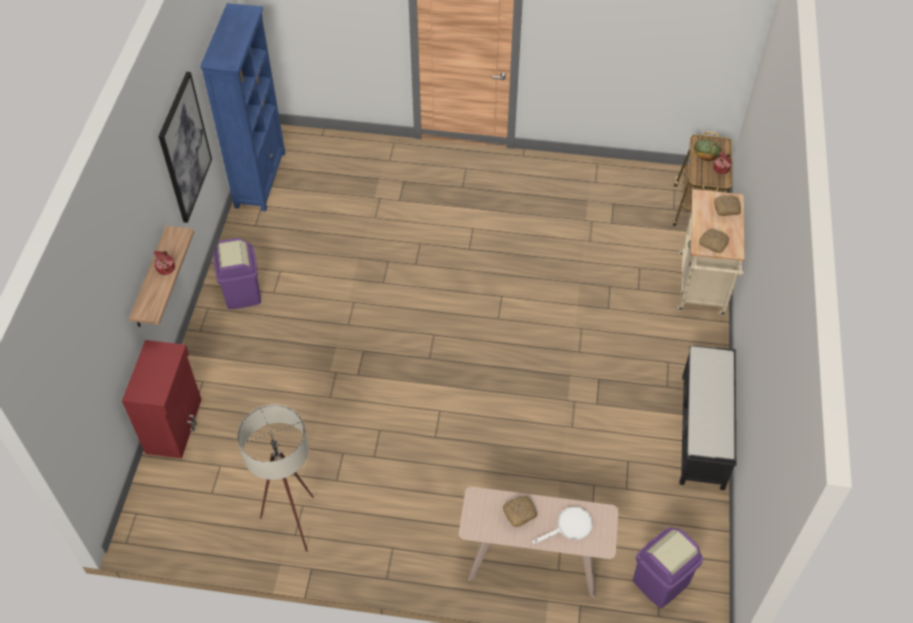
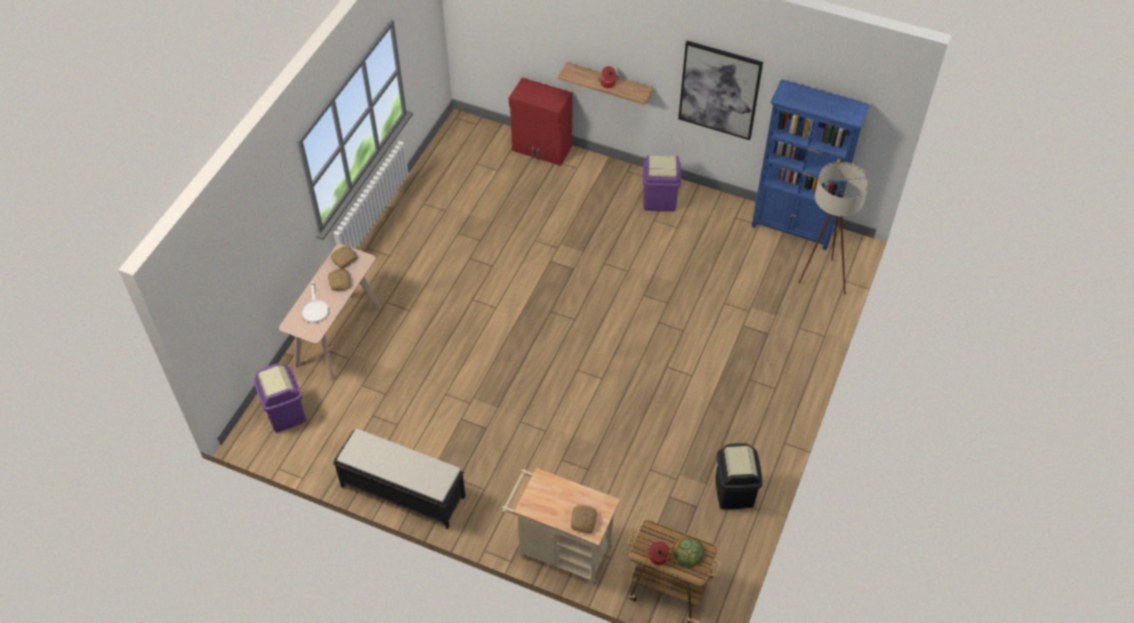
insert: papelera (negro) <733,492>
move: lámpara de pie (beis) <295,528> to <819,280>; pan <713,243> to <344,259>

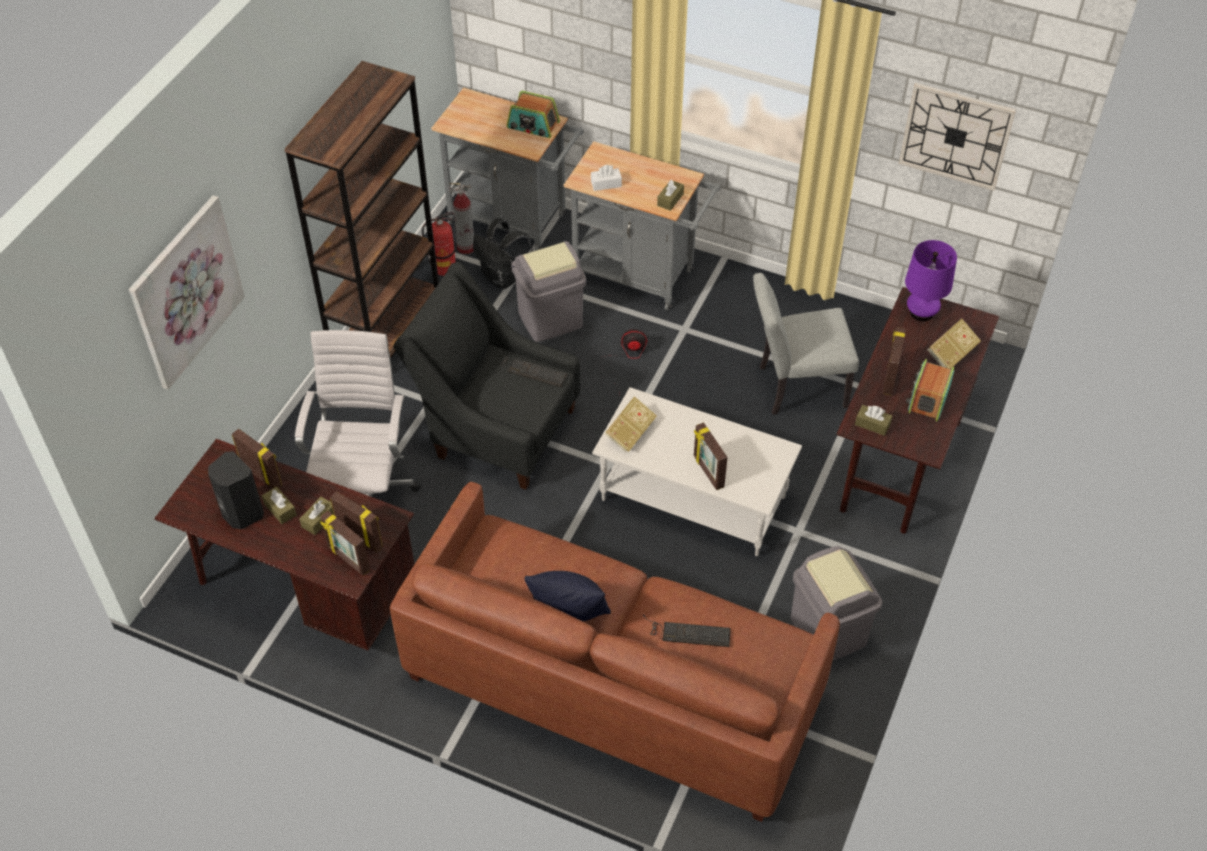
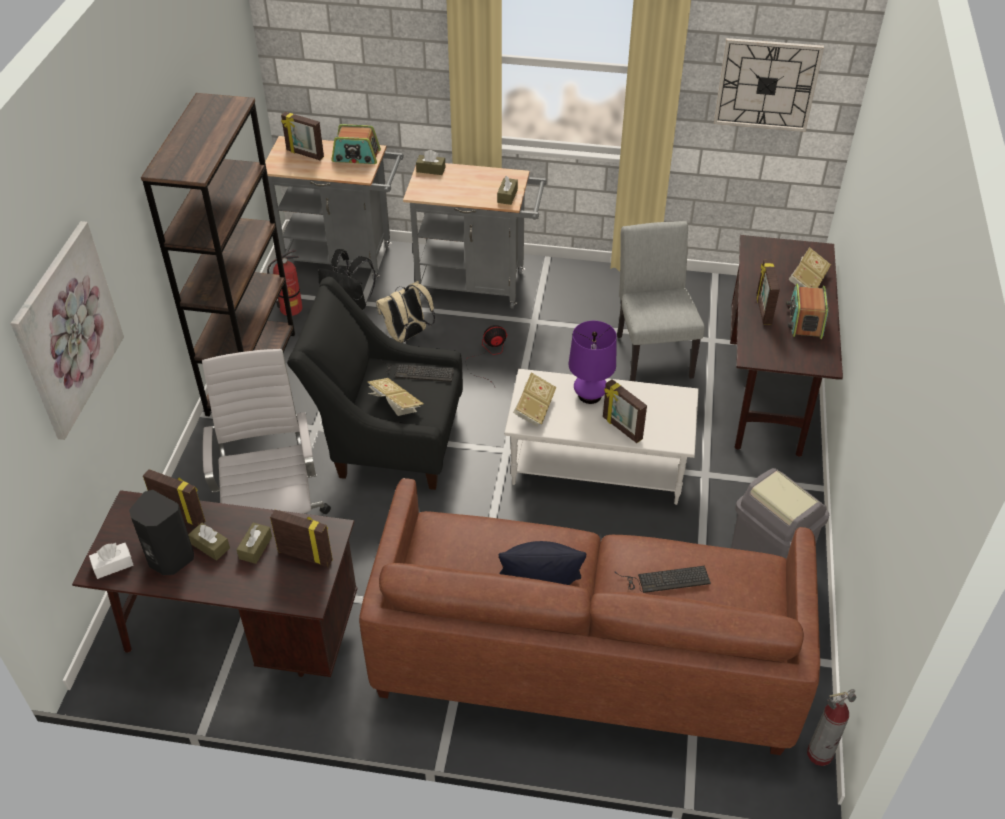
insert: libro <395,405>
move: portarretratos <348,559> to <304,154>; extintor <466,247> to <820,754>; caja de pañuelos (blanco) <606,184> to <113,565>; caja de pañuelos (marrón) <872,424> to <431,169>; lámpara de mesa (morado) <921,312> to <589,395>
replace: papelera (gris) <550,320> to mochila (beis) <407,335>
rotate: silla (gris) <795,387> = <652,351> 105 degrees clockwise

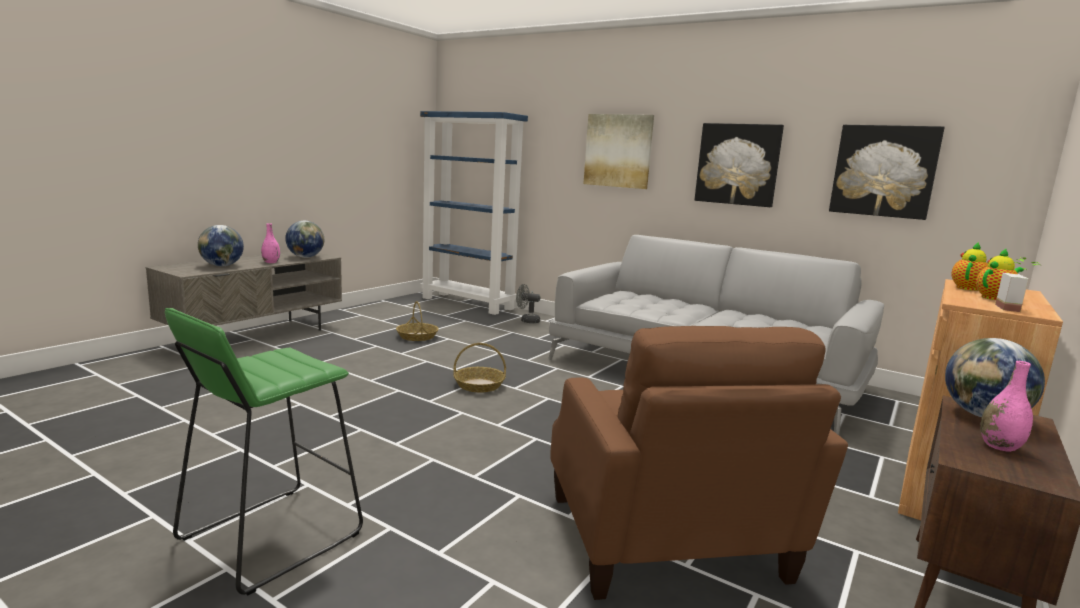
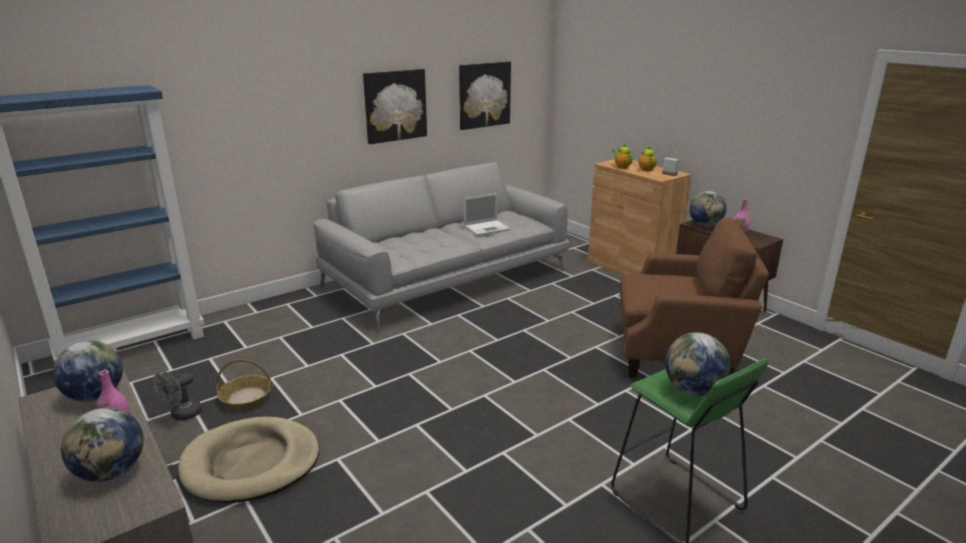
delete: cesta <479,385>; cuadro <618,151>
insert: cama para perro (beis) <251,464>; portátil <487,228>; globo terráqueo <693,390>
move: ventilador (gris) <527,321> to <182,415>

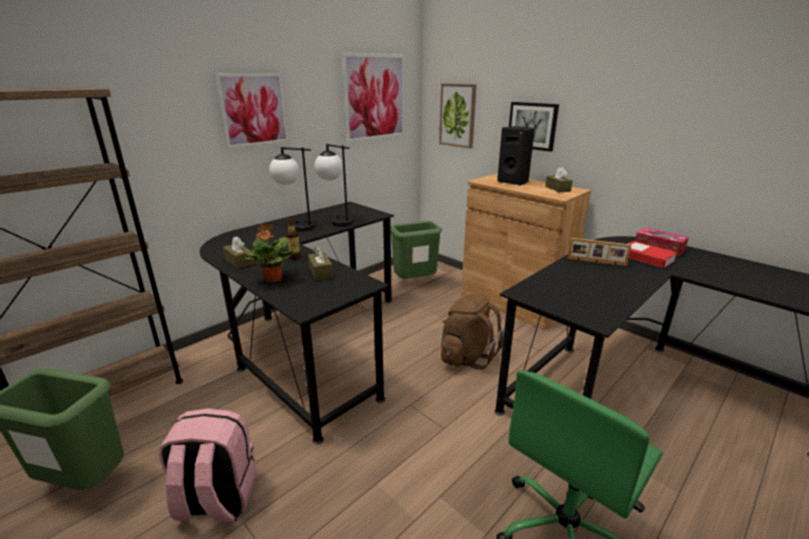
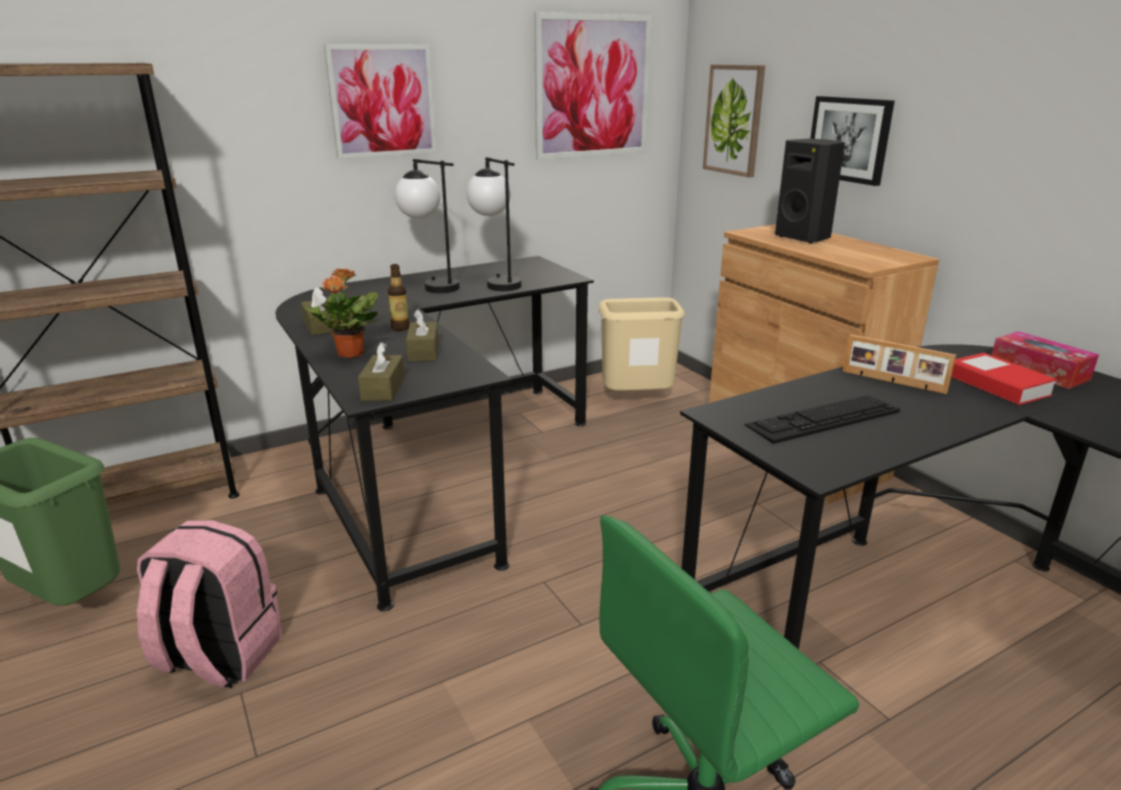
delete: mochila (marrón) <466,356>
insert: teclado <823,418>
move: caja de pañuelos (marrón) <557,189> to <383,389>
recolor: papelera (verde) <415,283> to papelera (beis) <637,401>

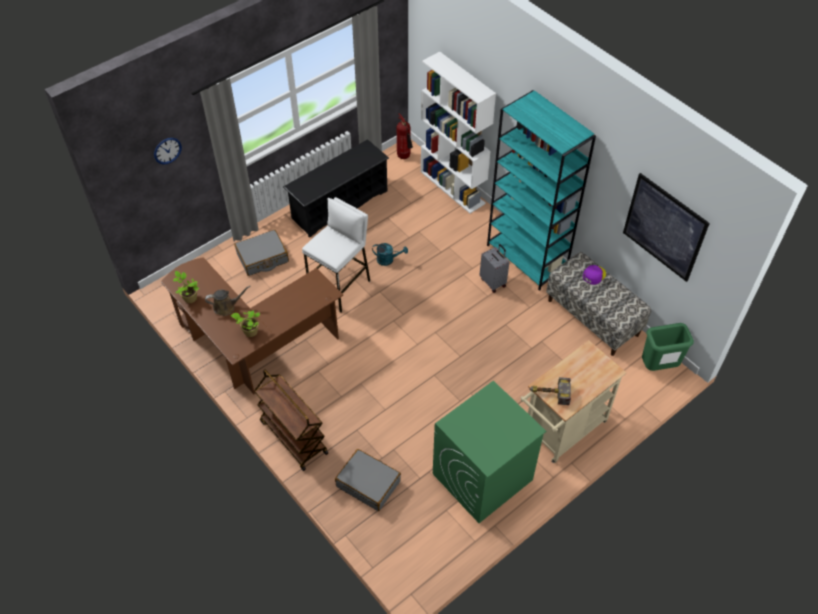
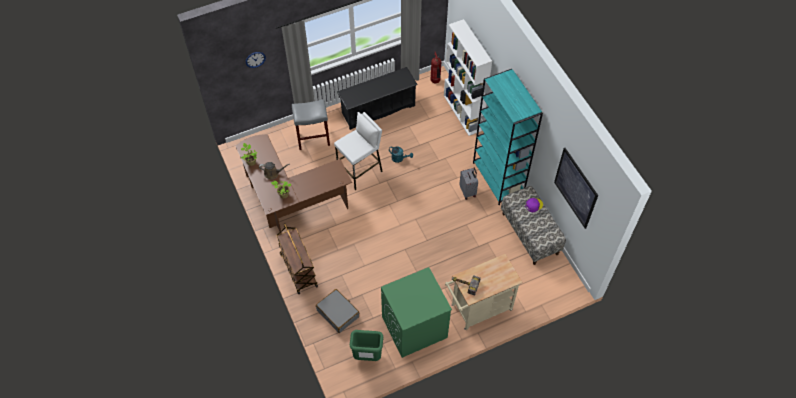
move: papelera (verde) <658,367> to <367,356>
replace: maleta (gris) <262,258> to taburete (gris) <313,138>

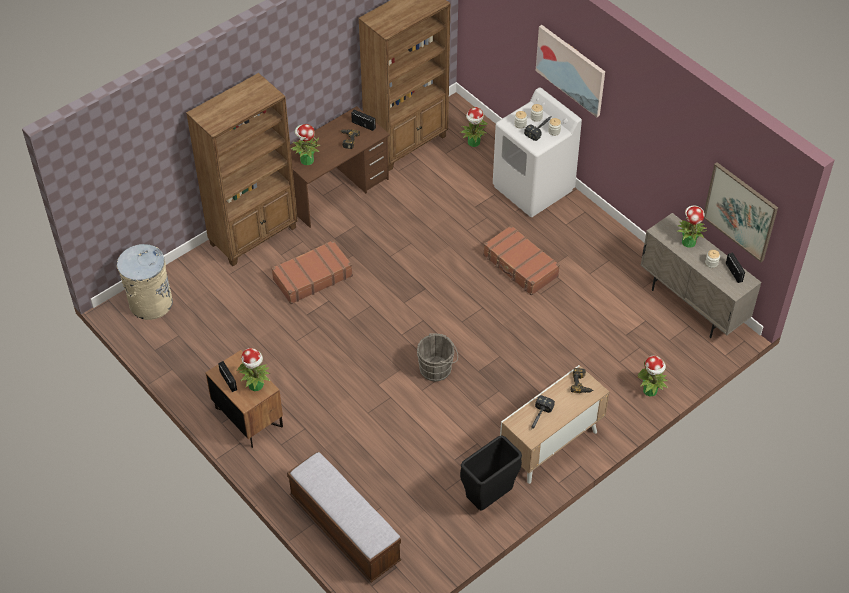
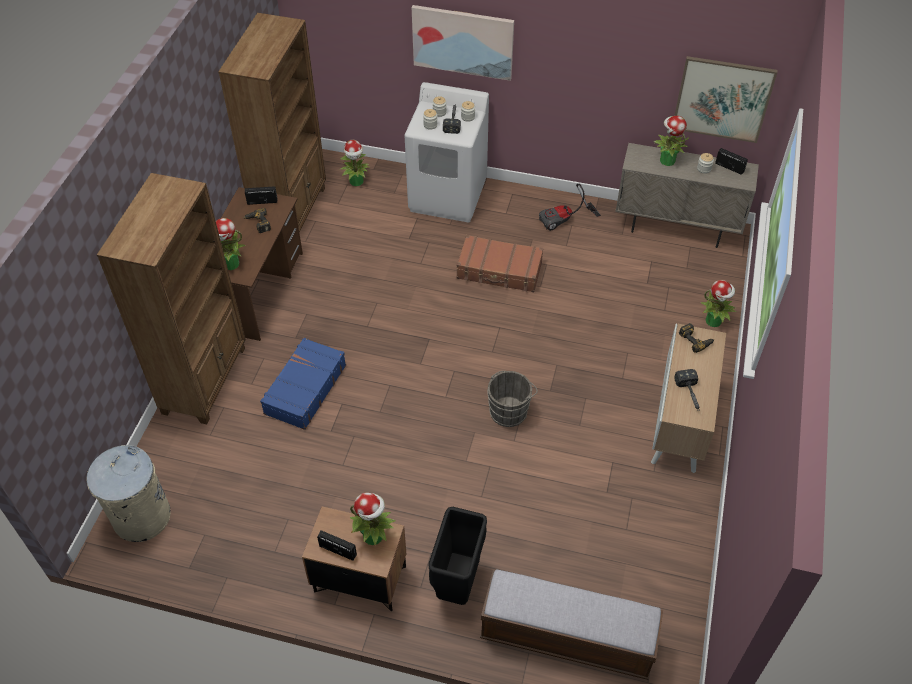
insert: aspiradora <565,221>
move: papelera (negro) <489,498> to <458,584>
recolor: maleta (marrón) <312,277> to maleta (azul) <304,389>

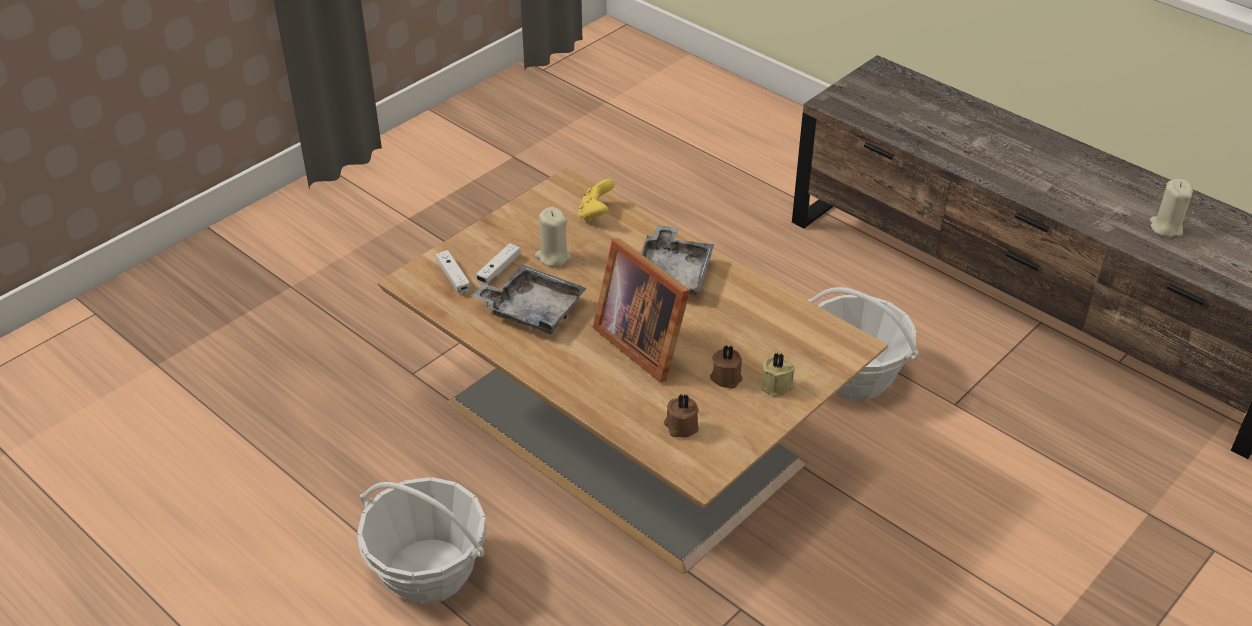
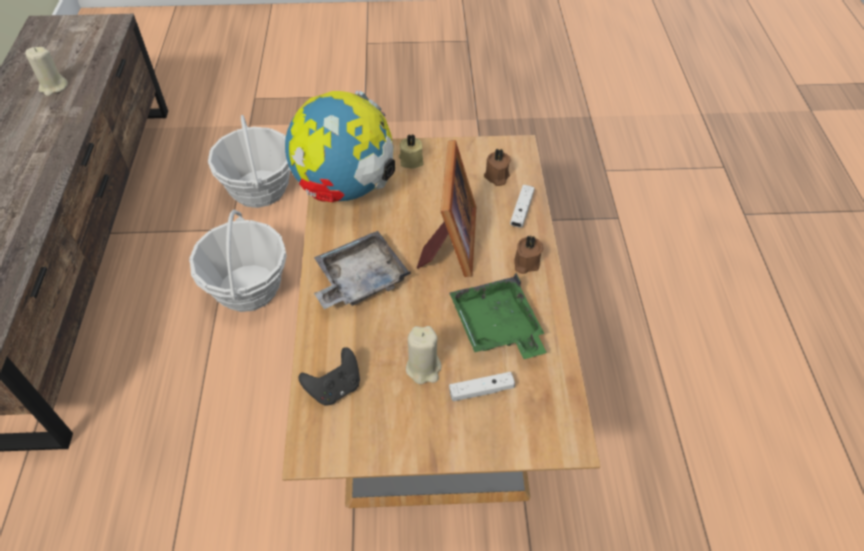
insert: globo terráqueo <345,188>
move: cesta <428,571> to <259,188>; mando de consola (blanco) <453,277> to <521,211>; vela (marrón) <726,377> to <525,263>
recolor: bandeja (gris) <532,310> to bandeja (verde) <496,327>; mando de consola (amarillo) <596,214> to mando de consola (negro) <335,388>

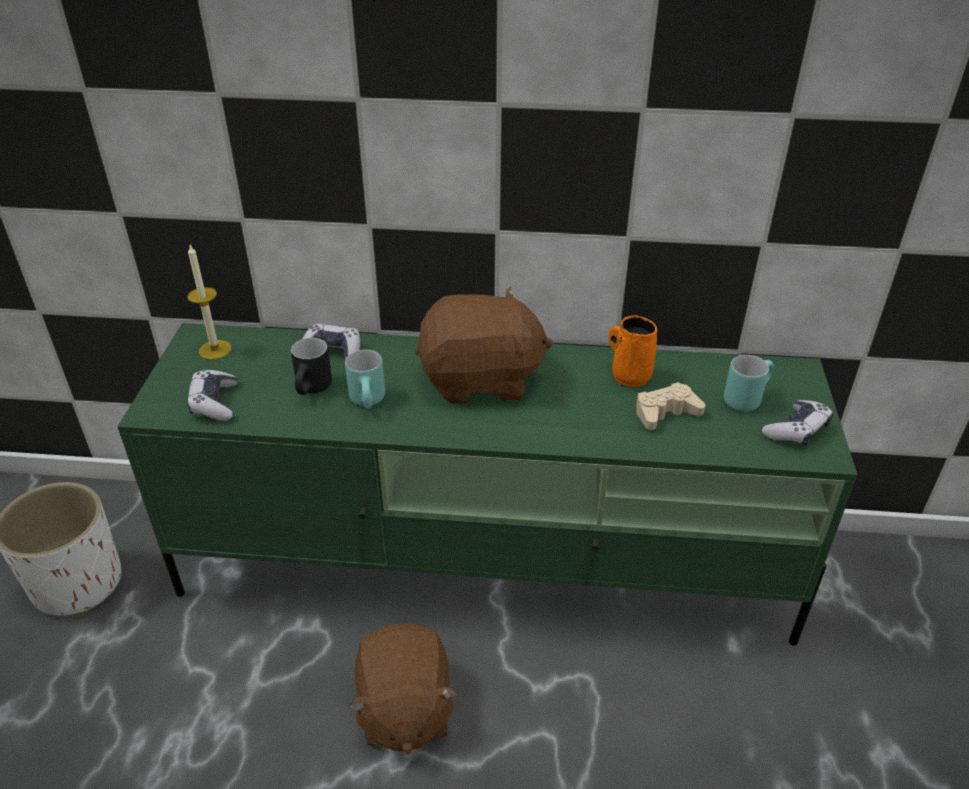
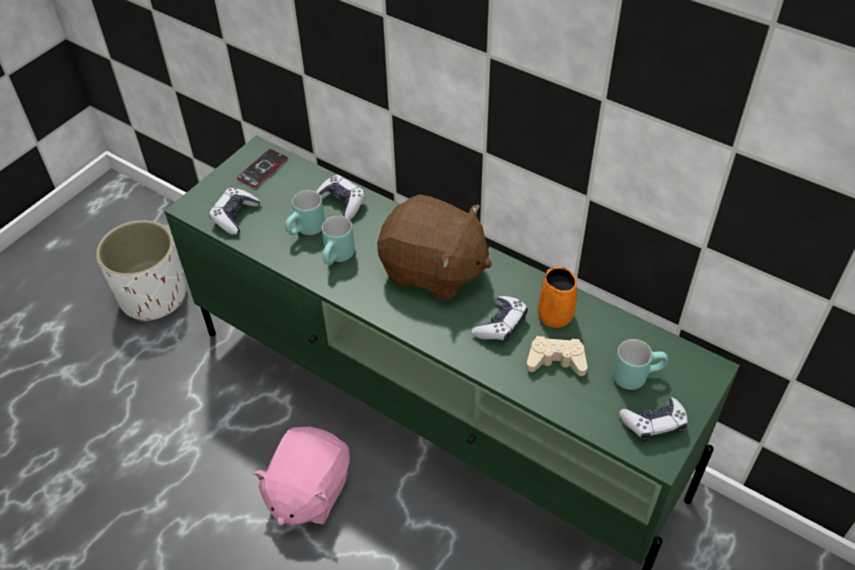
insert: mando de consola <500,325>
replace: vela <215,350> to móvil <262,169>
recolor: taza grande (negro) <314,390> to taza grande (turquesa) <307,231>; peluche (marrón) <404,709> to peluche (rosa) <308,491>

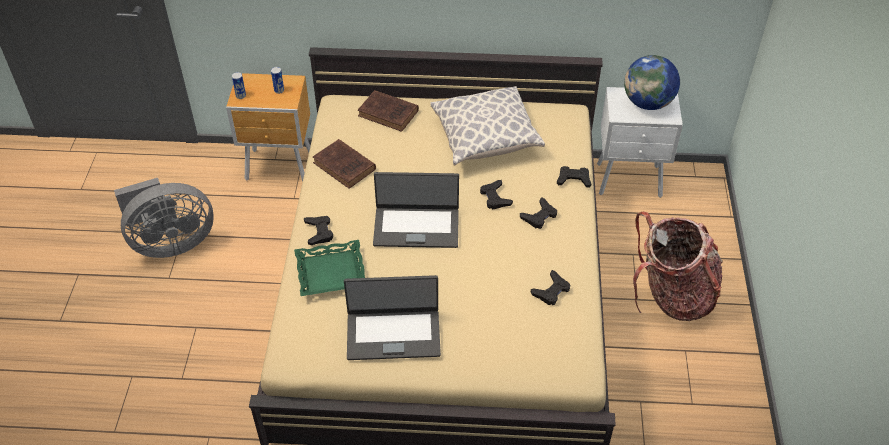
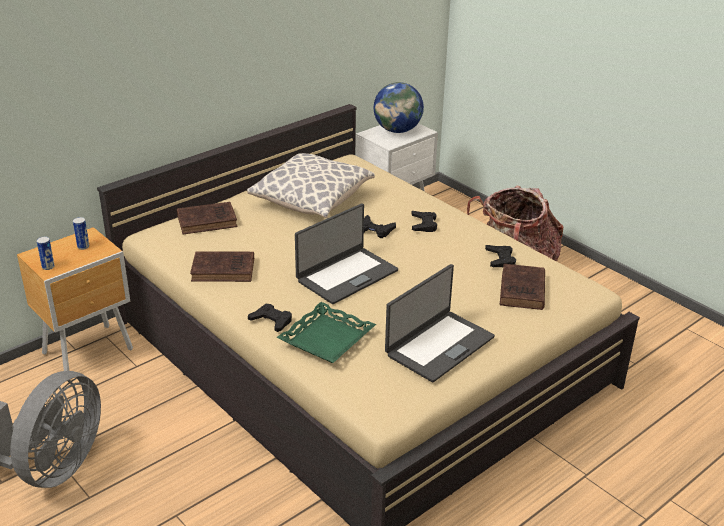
delete: mando de consola (negro) <573,179>
insert: libro (marrón) <522,291>

